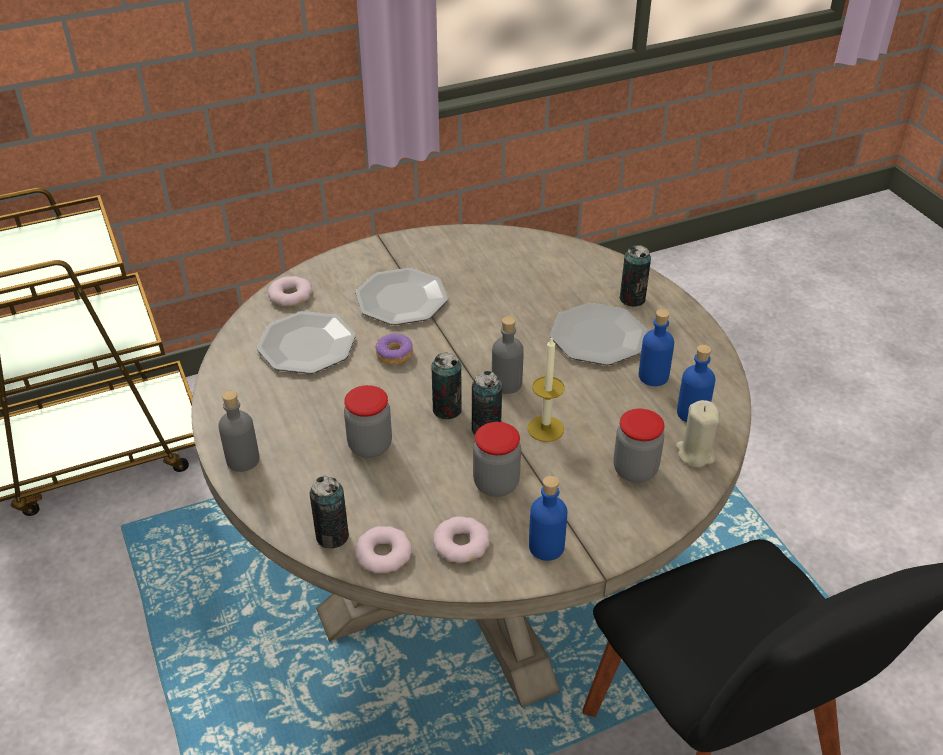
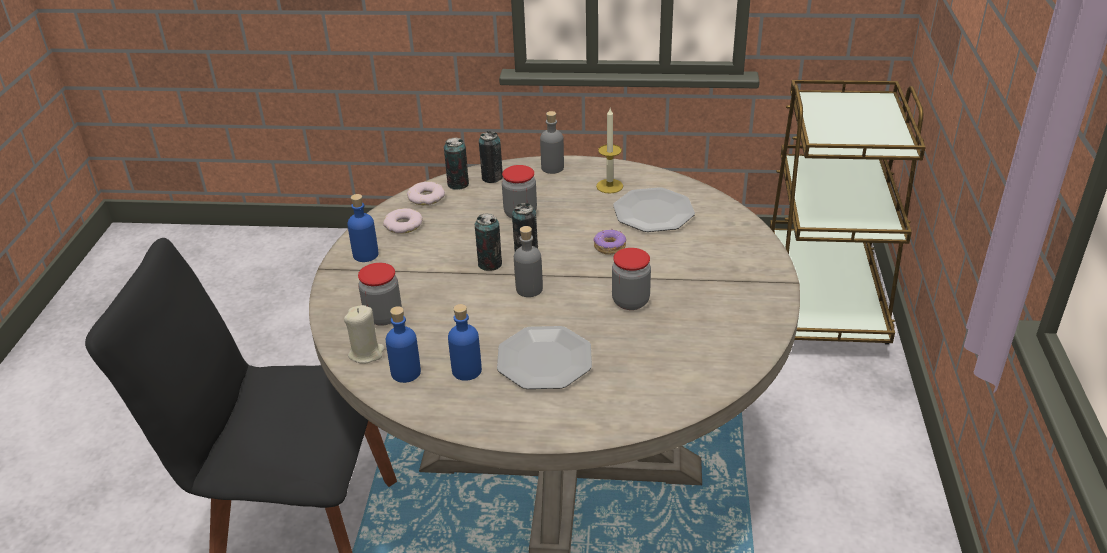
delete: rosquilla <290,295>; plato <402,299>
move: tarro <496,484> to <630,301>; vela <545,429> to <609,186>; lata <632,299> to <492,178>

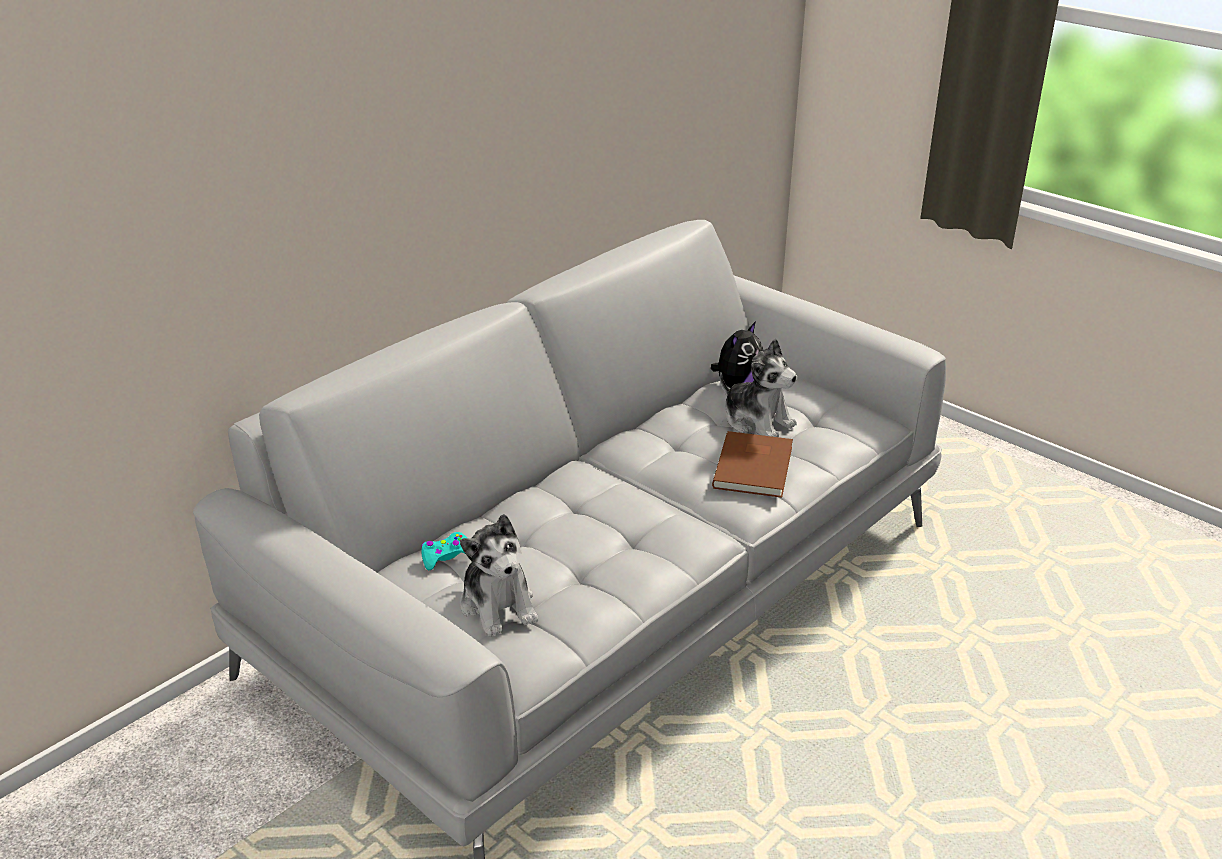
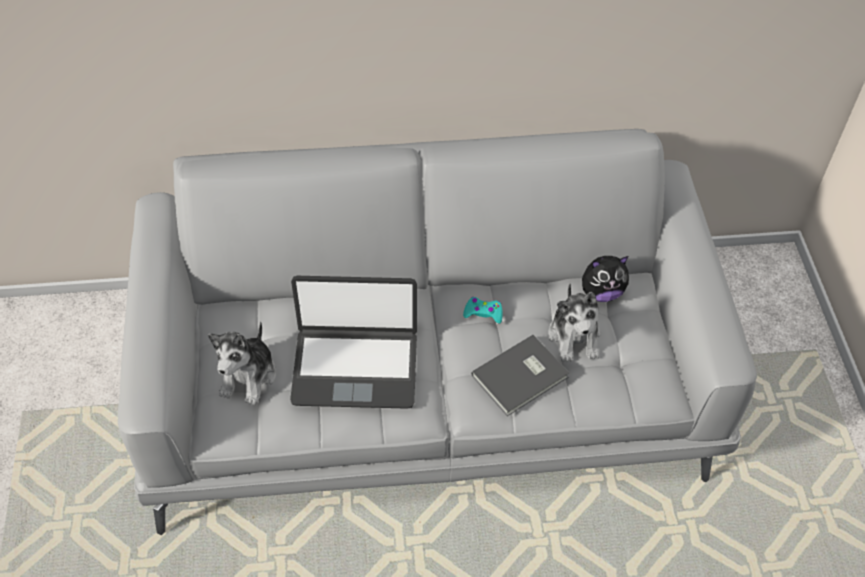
insert: portátil <355,367>
move: mando de consola (turquesa) <446,556> to <483,313>
recolor: libro (marrón) <756,466> to libro (gris) <522,377>

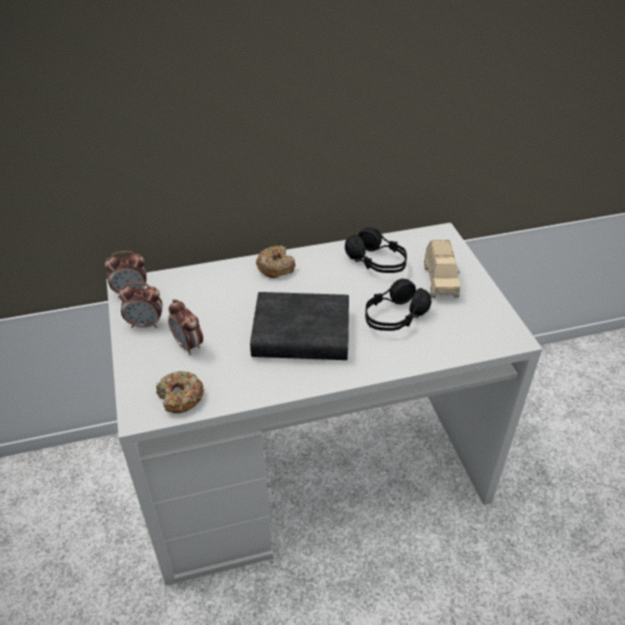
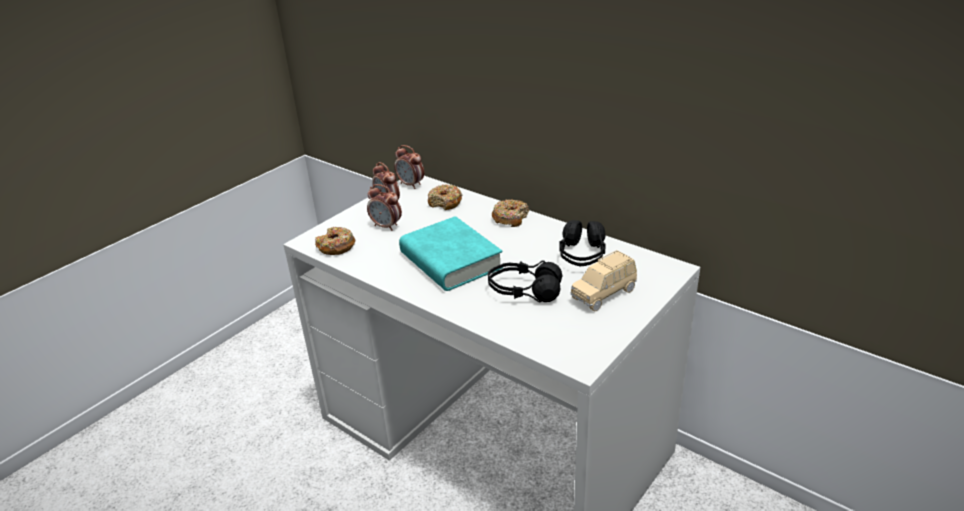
insert: rosquilla <445,202>
recolor: libro (negro) <301,334> to libro (turquesa) <450,261>
rotate: despertador <188,345> = <386,226> 75 degrees counterclockwise

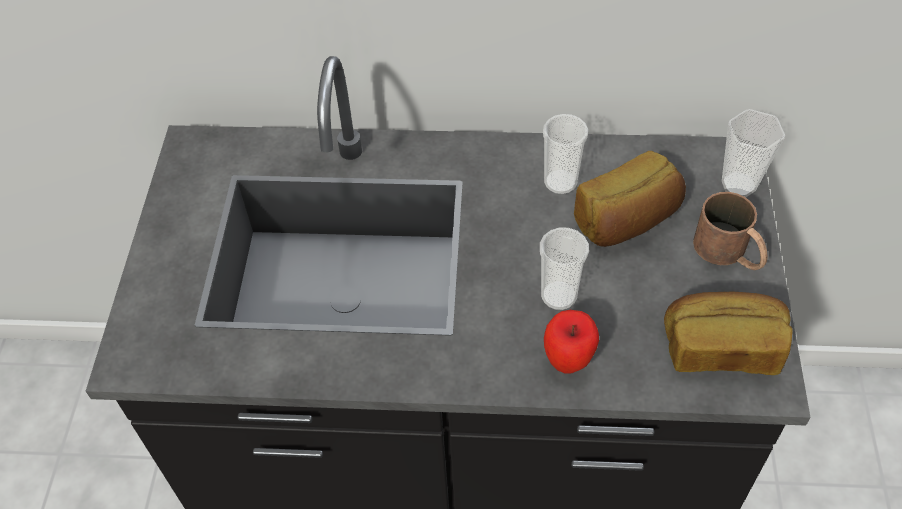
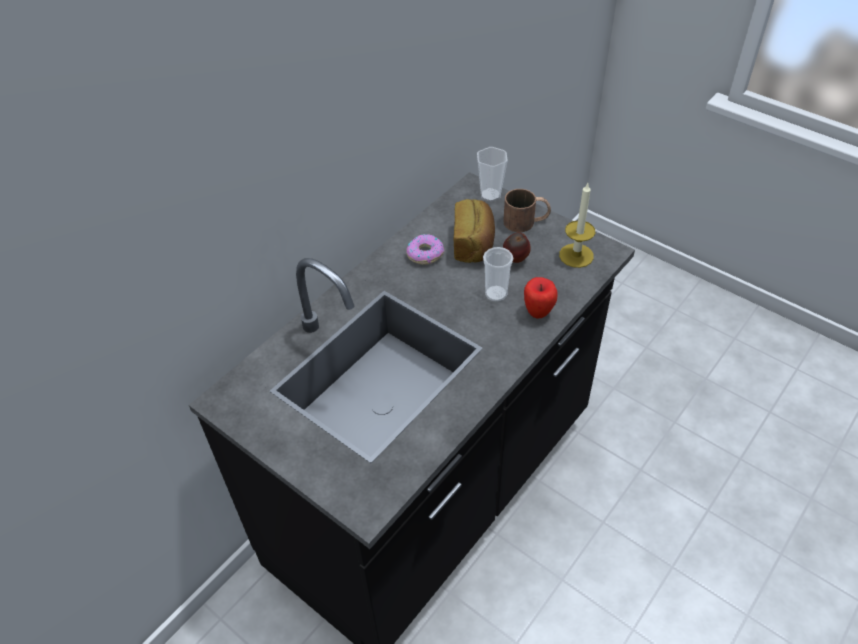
insert: manzana <515,260>
replace: taza <560,182> to rosquilla <425,254>; pan <721,348> to vela <576,255>

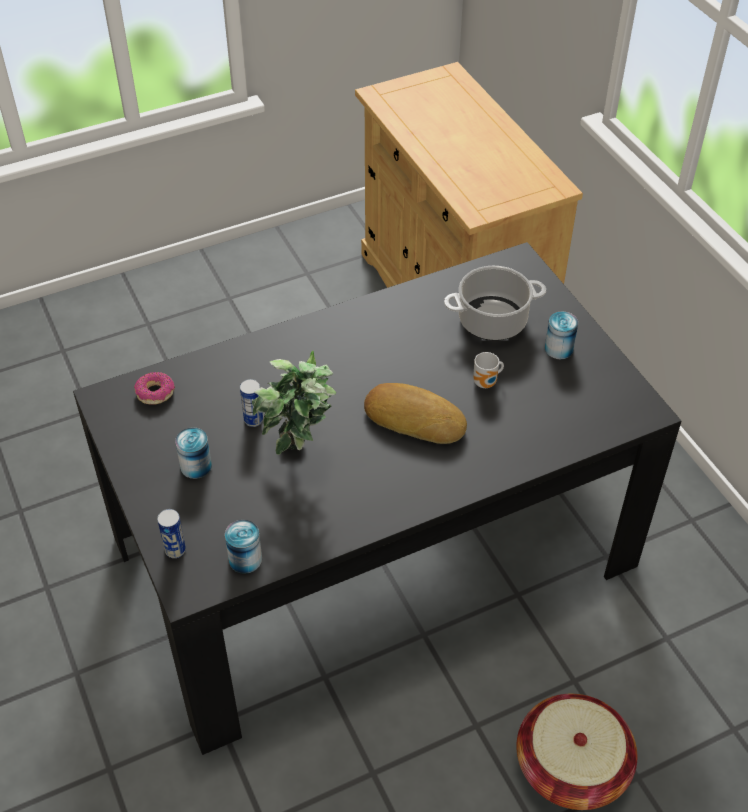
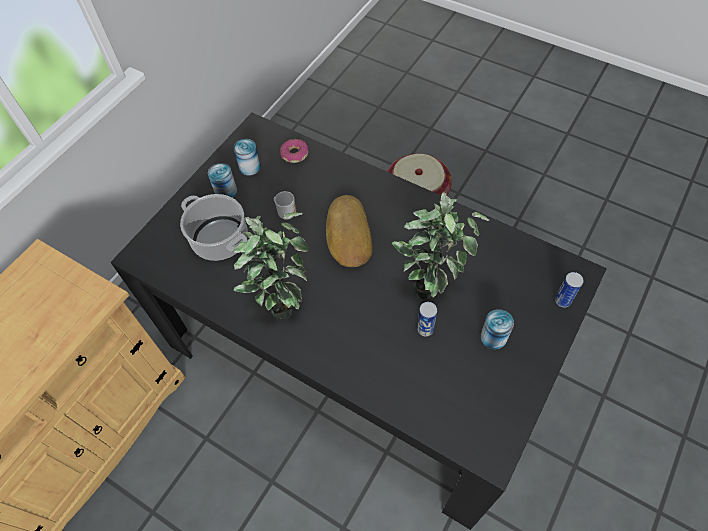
insert: planta en maceta <281,299>
move: rosquilla <155,393> to <294,154>; lata <245,559> to <250,167>

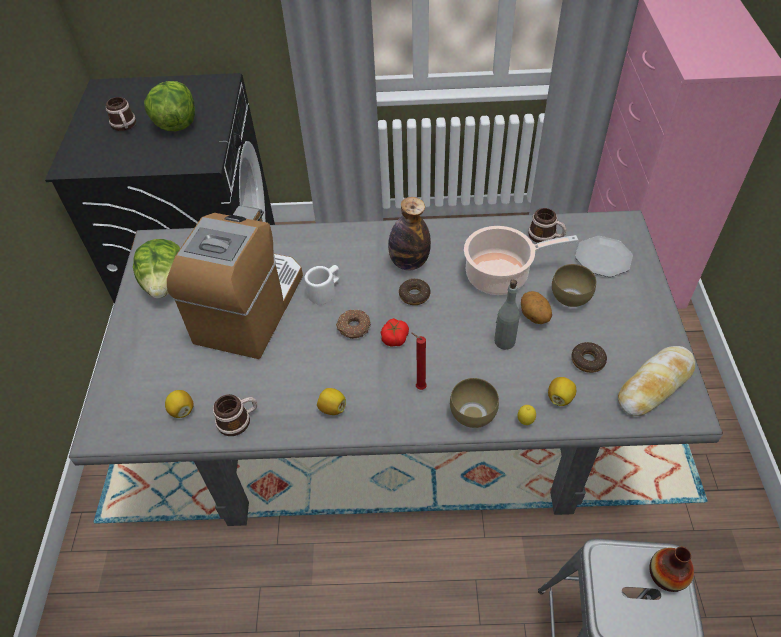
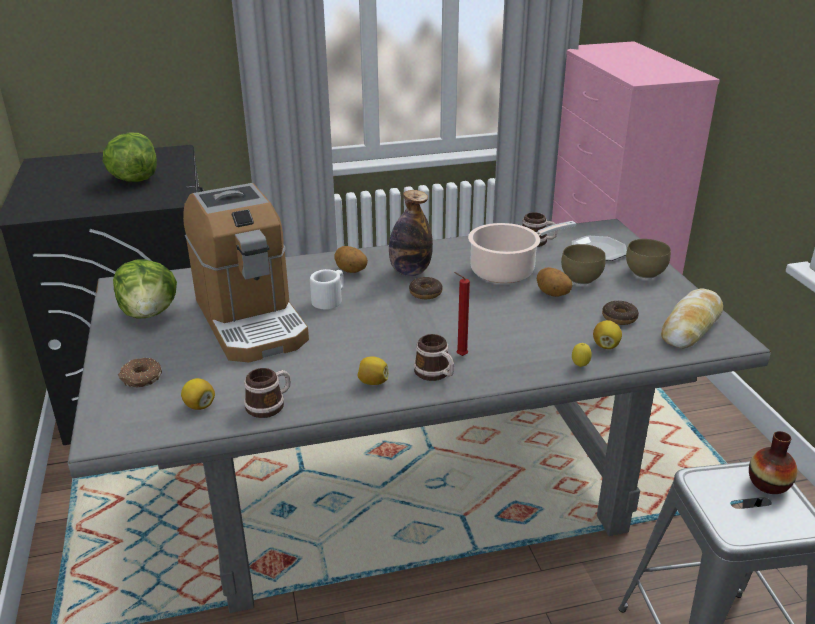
delete: tomate <394,338>; botella (gris) <504,341>
insert: patata <350,271>
move: taza grande <125,126> to <436,374>; rosquilla <353,328> to <141,379>; cuenco (marrón) <474,413> to <645,272>
rotate: cafetera <250,308> = <251,320> 150 degrees clockwise

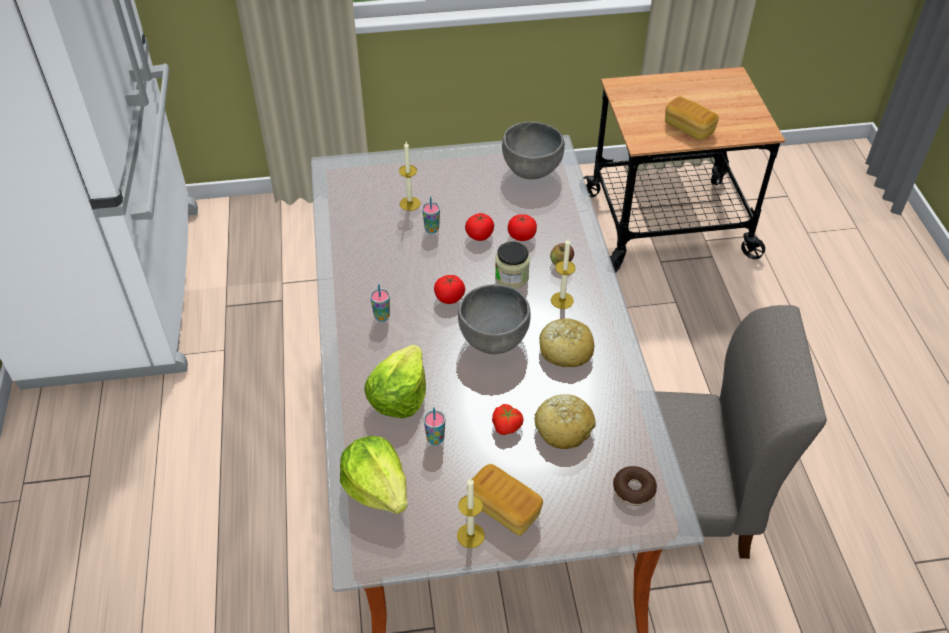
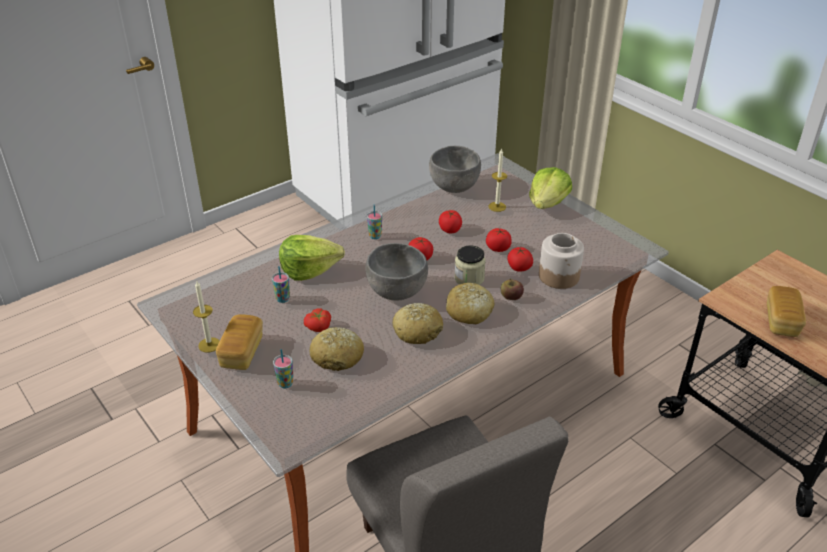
delete: rosquilla <633,490>
insert: tomate <450,230>; tarro <559,276>
move: lechuga <377,487> to <547,203>; taza <431,229> to <285,383>; cuenco (gris) <531,171> to <453,187>
replace: vela <562,300> to pan <469,311>

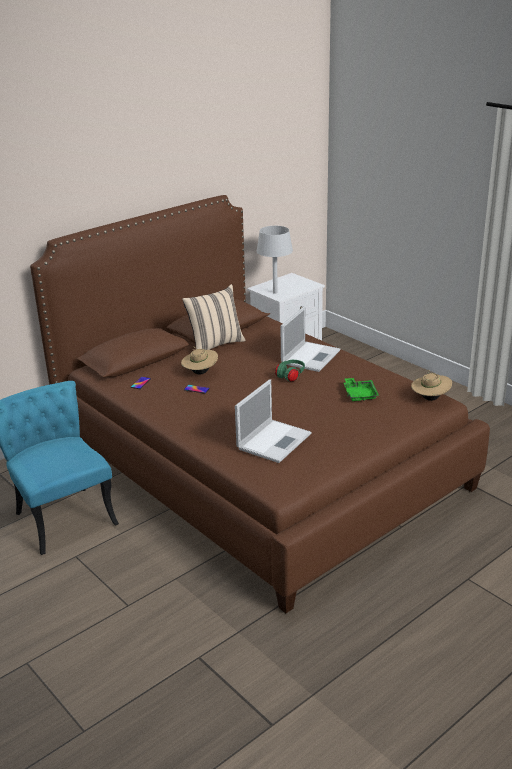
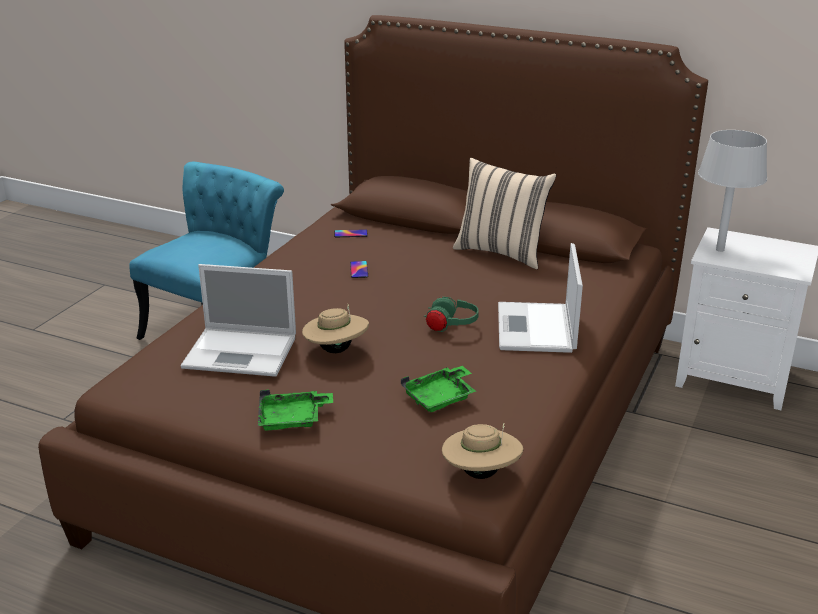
insert: bandeja (verde) <292,419>
move: sombrero (beis) <200,372> to <336,350>
rotate: portátil <311,356> = <536,329> 90 degrees clockwise

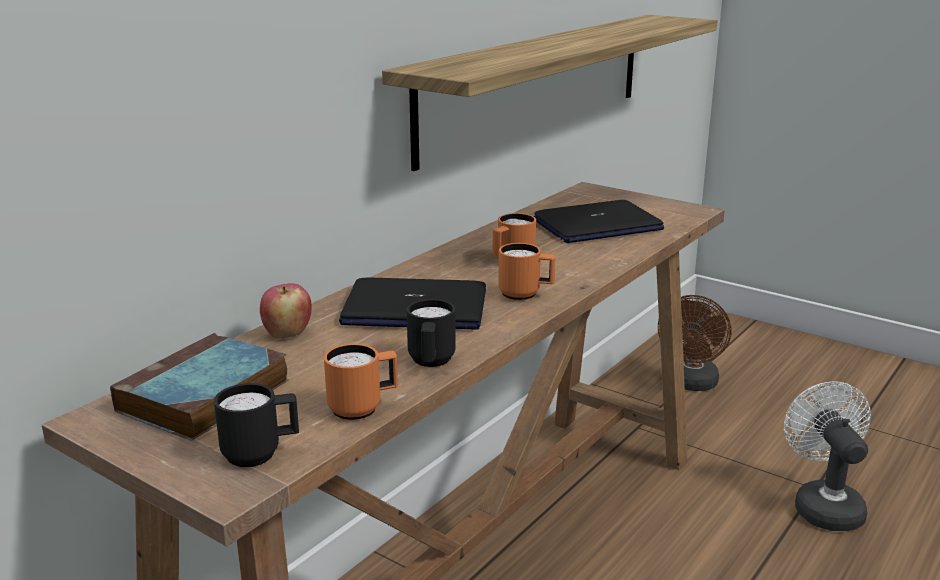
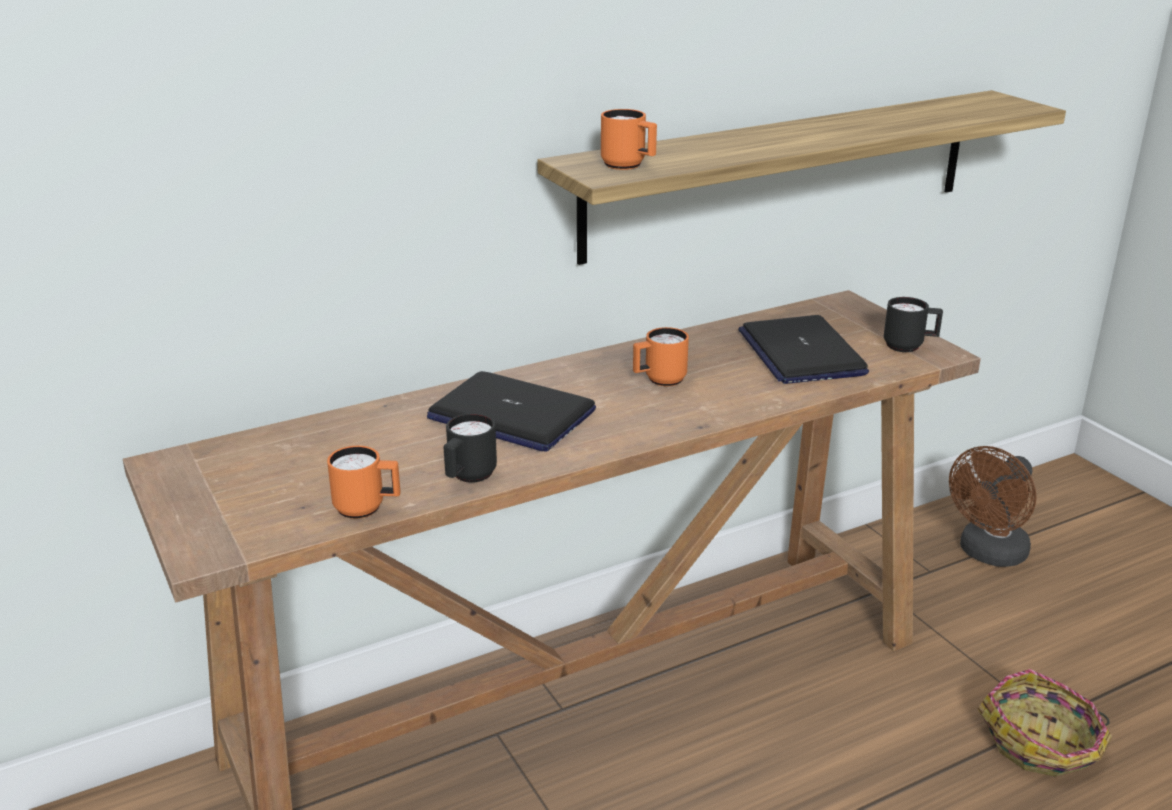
delete: libro <203,397>; manzana <287,333>
move: taza grande (negro) <261,454> to <909,346>; taza grande (naranja) <526,295> to <629,166>
replace: ventilador (blanco) <823,505> to cesta <1042,742>
rotate: portátil <597,225> = <800,352> 75 degrees clockwise

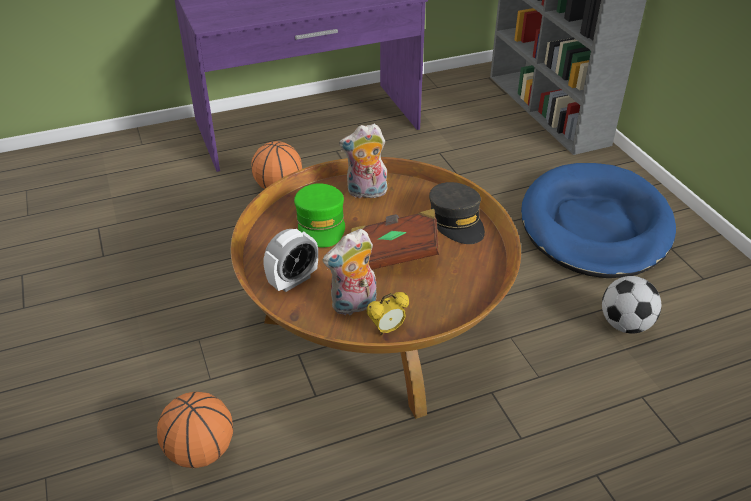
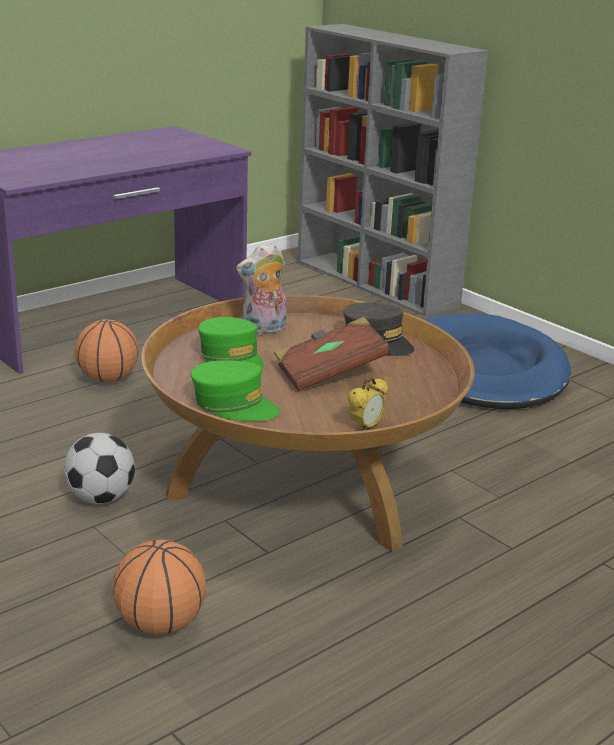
delete: peluche <354,306>
move: balón de fútbol <625,325> to <101,498>
replace: despertador <293,280> to gorra (verde) <234,405>

